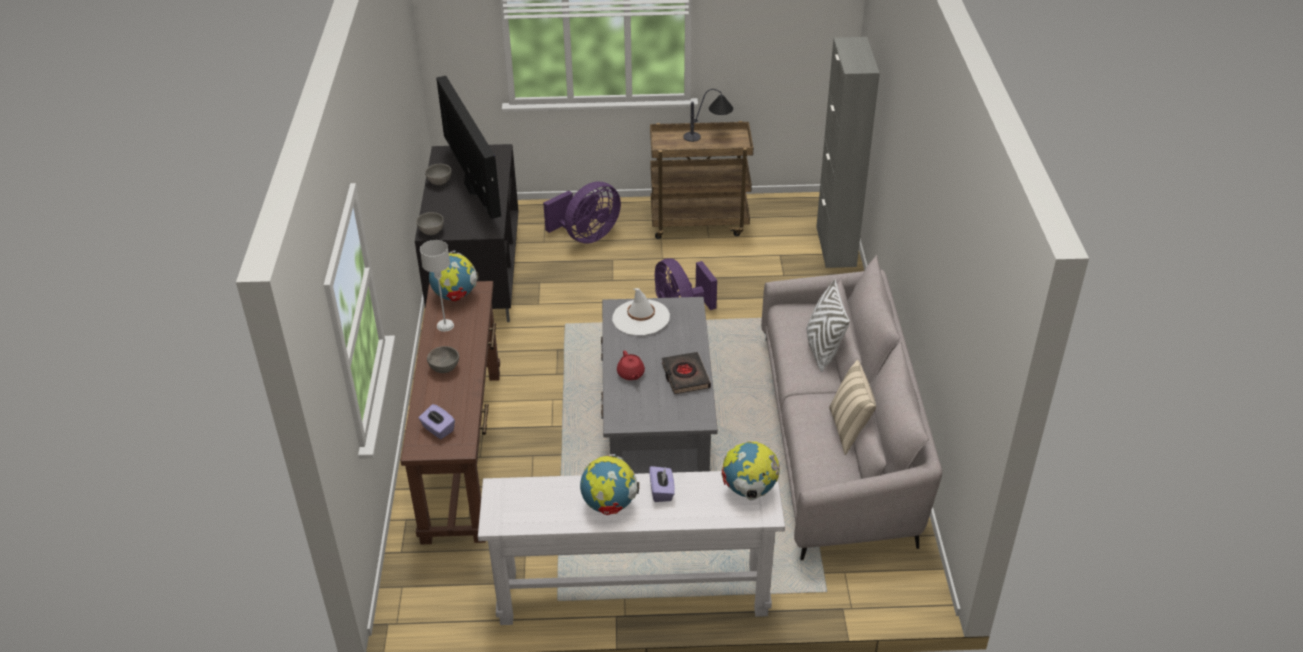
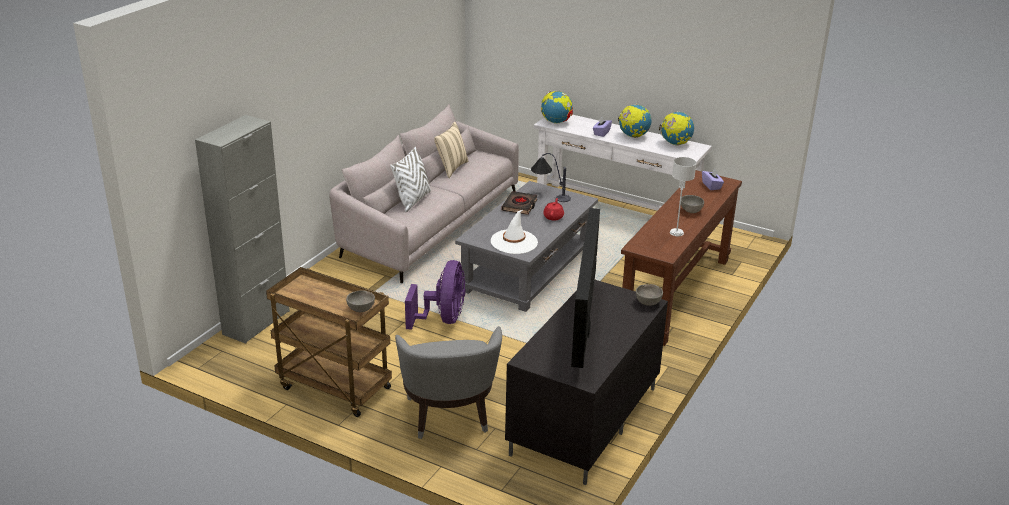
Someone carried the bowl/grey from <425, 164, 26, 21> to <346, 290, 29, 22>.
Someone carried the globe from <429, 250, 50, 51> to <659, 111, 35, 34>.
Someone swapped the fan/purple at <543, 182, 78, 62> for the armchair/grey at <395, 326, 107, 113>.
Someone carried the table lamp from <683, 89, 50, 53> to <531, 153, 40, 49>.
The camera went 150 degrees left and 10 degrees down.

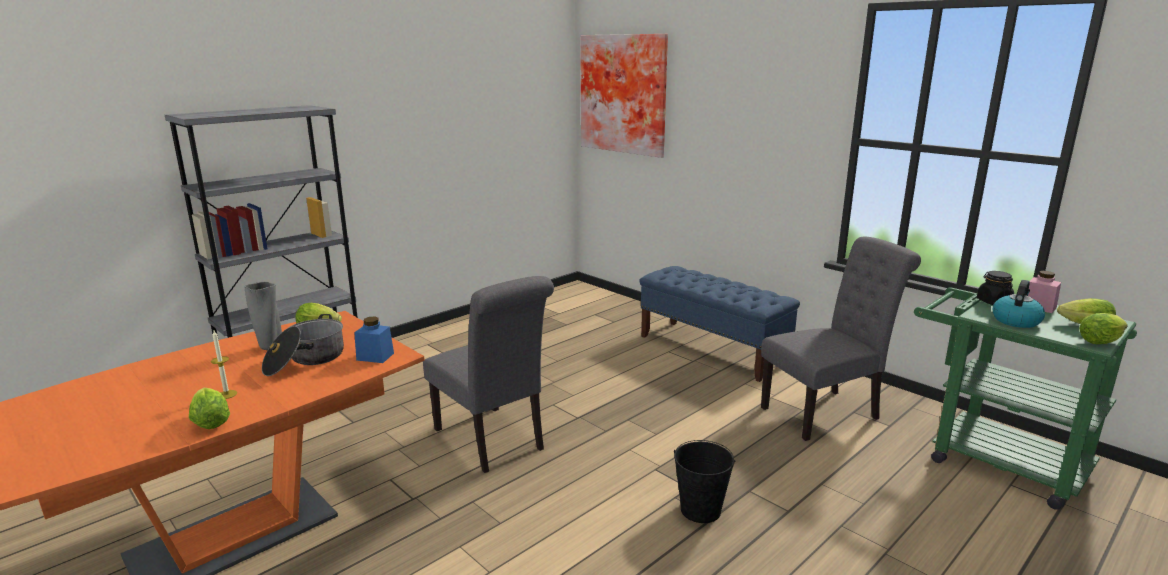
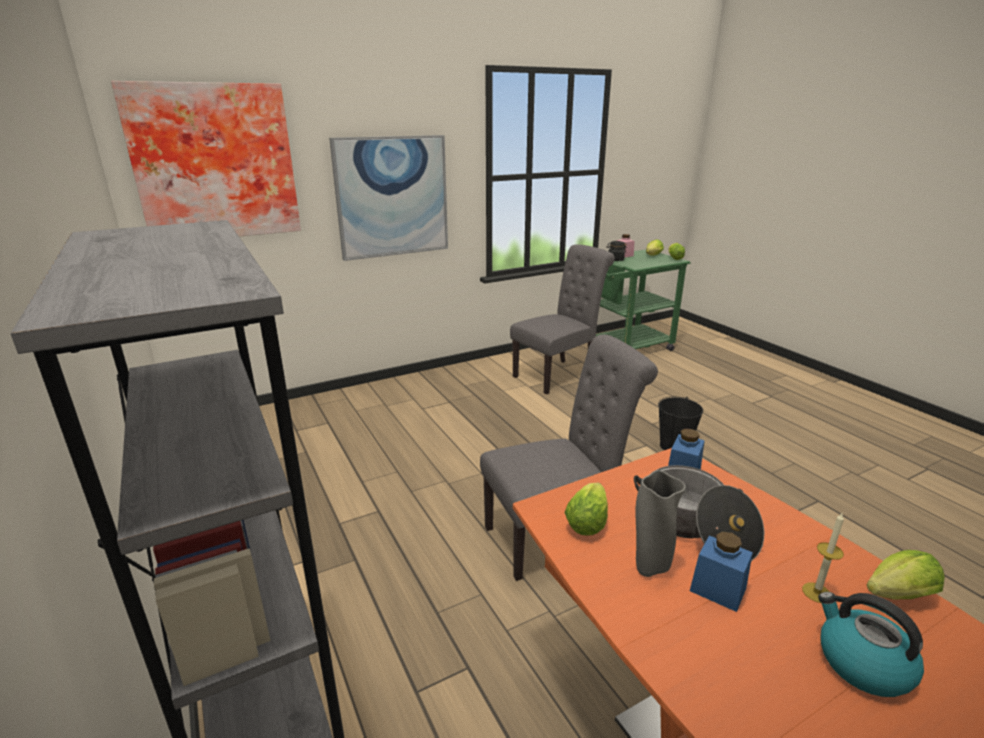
Someone took away the bench/blue at <639, 266, 161, 116>.
Someone rotated the chair/grey at <761, 236, 160, 205> by 60 degrees clockwise.
Someone carried the kettle from <993, 280, 52, 48> to <818, 592, 106, 105>.
Someone put up the picture at <329, 135, 119, 126>.
Someone put down the jar/blue at <690, 531, 63, 81>.
The camera went 75 degrees left and 5 degrees up.

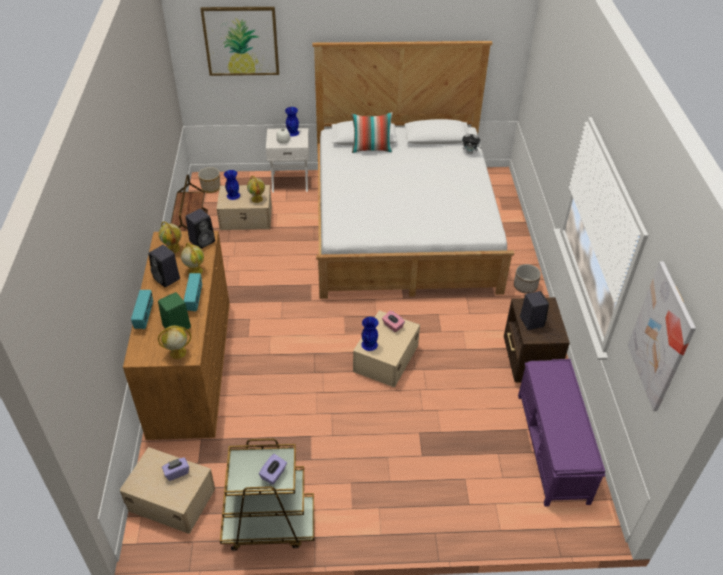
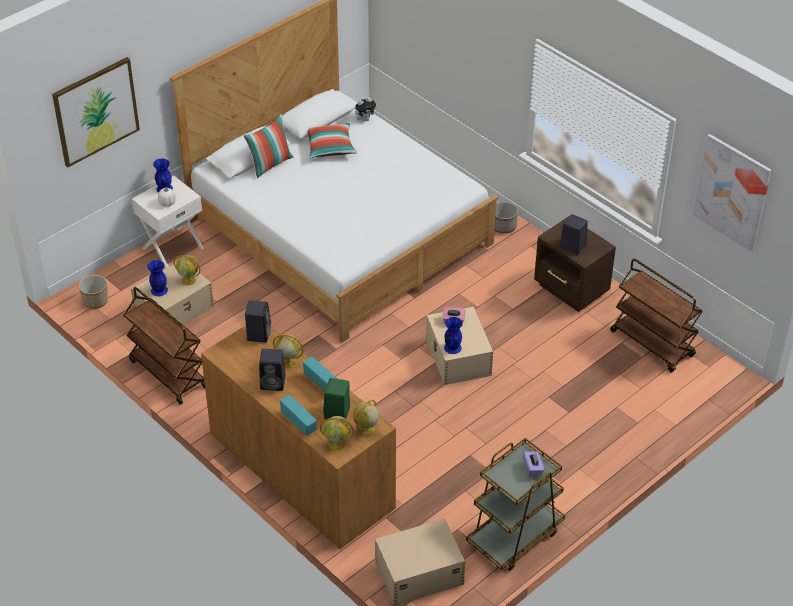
Someone carried the globe from <159, 222, 22, 31> to <320, 416, 34, 35>.
Someone took away the tissue box/purple at <162, 457, 27, 24>.
Someone swapped the bench/purple at <518, 359, 88, 147> for the cart/brown at <610, 259, 93, 114>.
Someone put down the pillow at <307, 123, 51, 35>.
The camera went 40 degrees left and 0 degrees up.

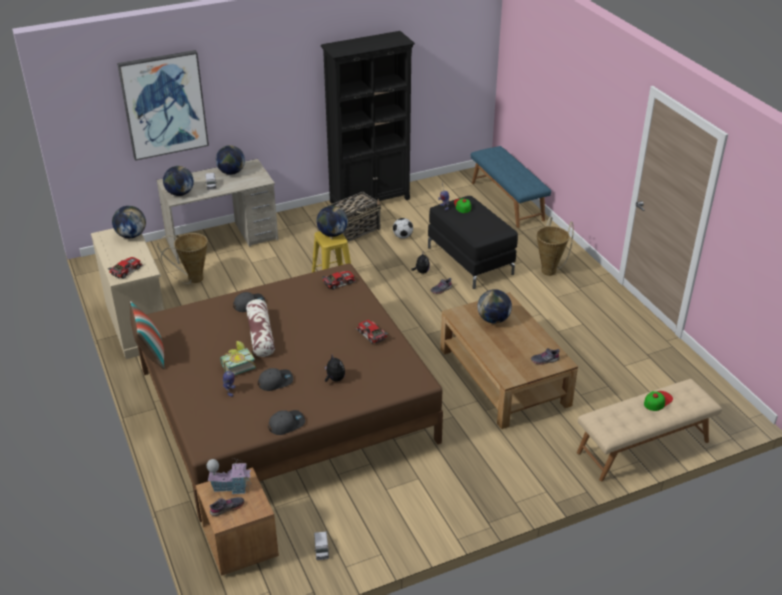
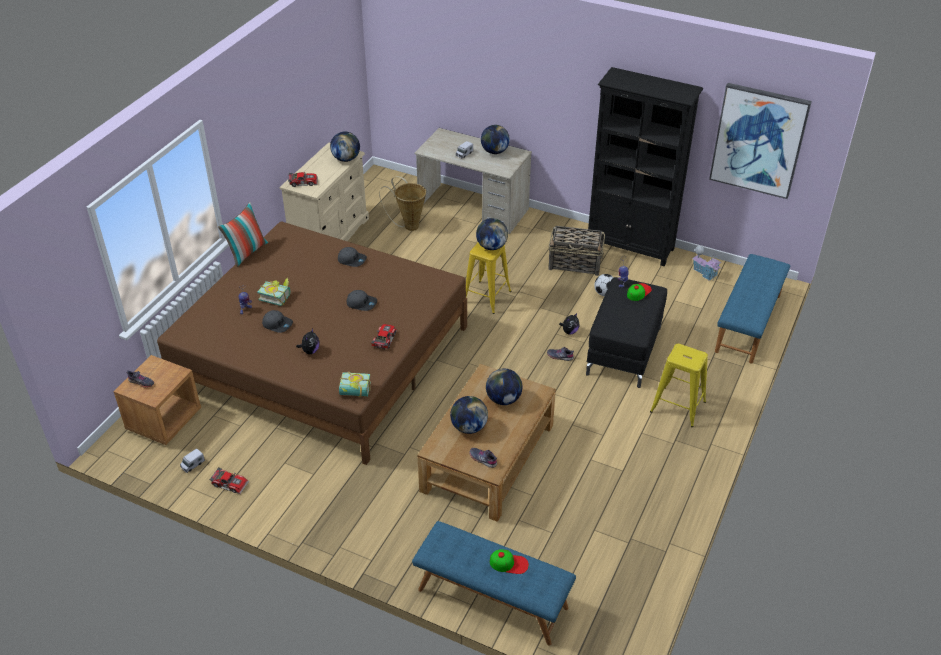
Someone carried the picture from <117, 50, 92, 111> to <709, 83, 103, 116>.
Someone carried the globe from <163, 166, 31, 30> to <450, 396, 38, 38>.
Someone carried the toy house from <207, 458, 44, 36> to <692, 246, 30, 35>.
Someone took away the pillow at <246, 299, 29, 58>.
Someone carried the cap/grey from <268, 410, 37, 25> to <347, 290, 30, 21>.
Someone carried the toy car from <322, 271, 34, 19> to <209, 467, 40, 27>.
Someone swapped the basket at <536, 217, 38, 59> for the stool/yellow at <650, 344, 58, 83>.
Someone repainted the bench/beige at <577, 379, 145, 102>, which became the bench/blue at <412, 521, 164, 125>.
Someone put down the book at <339, 372, 32, 25>.
The camera went 50 degrees right and 5 degrees up.

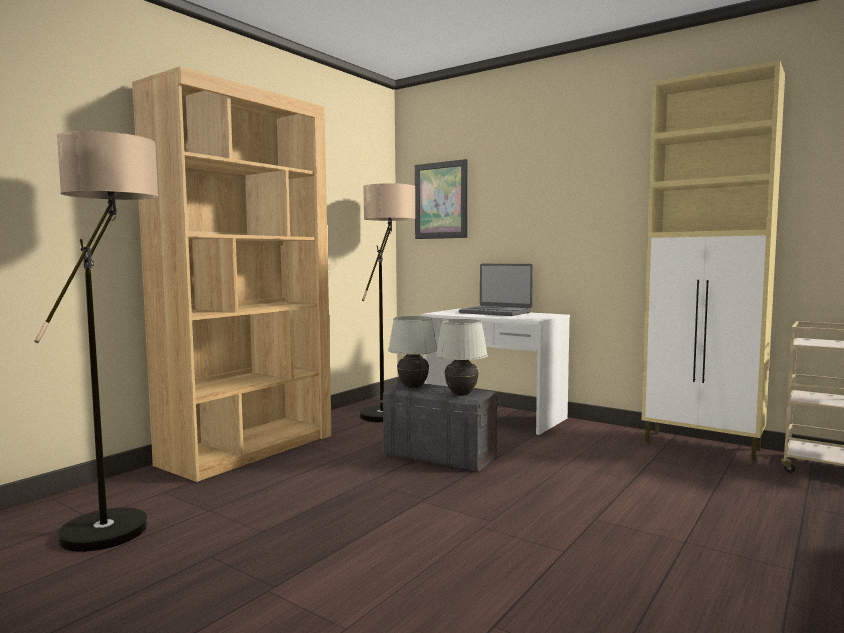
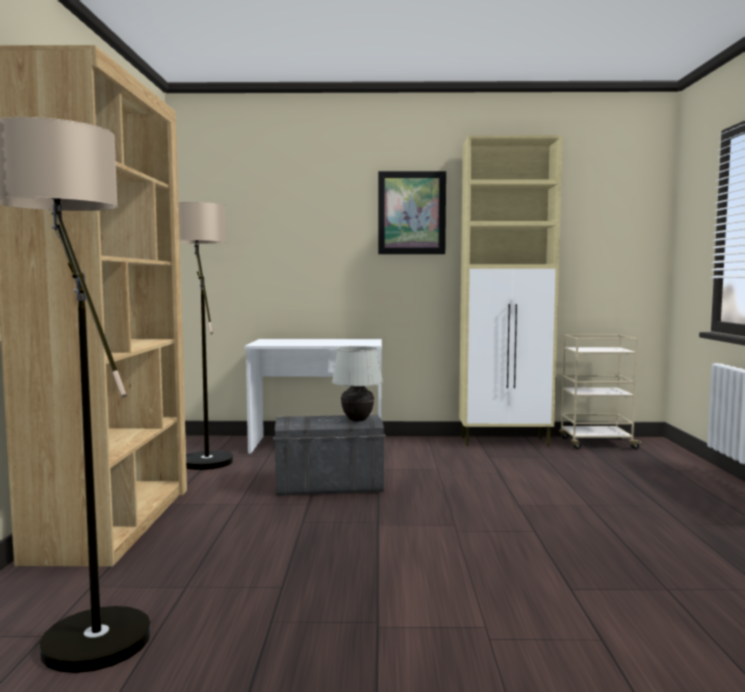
Someone took away the table lamp/white at <388, 316, 49, 72>.
Someone carried the picture from <415, 159, 53, 80> to <378, 171, 68, 83>.
Someone took away the laptop at <459, 264, 74, 52>.
The camera went 35 degrees left and 0 degrees up.

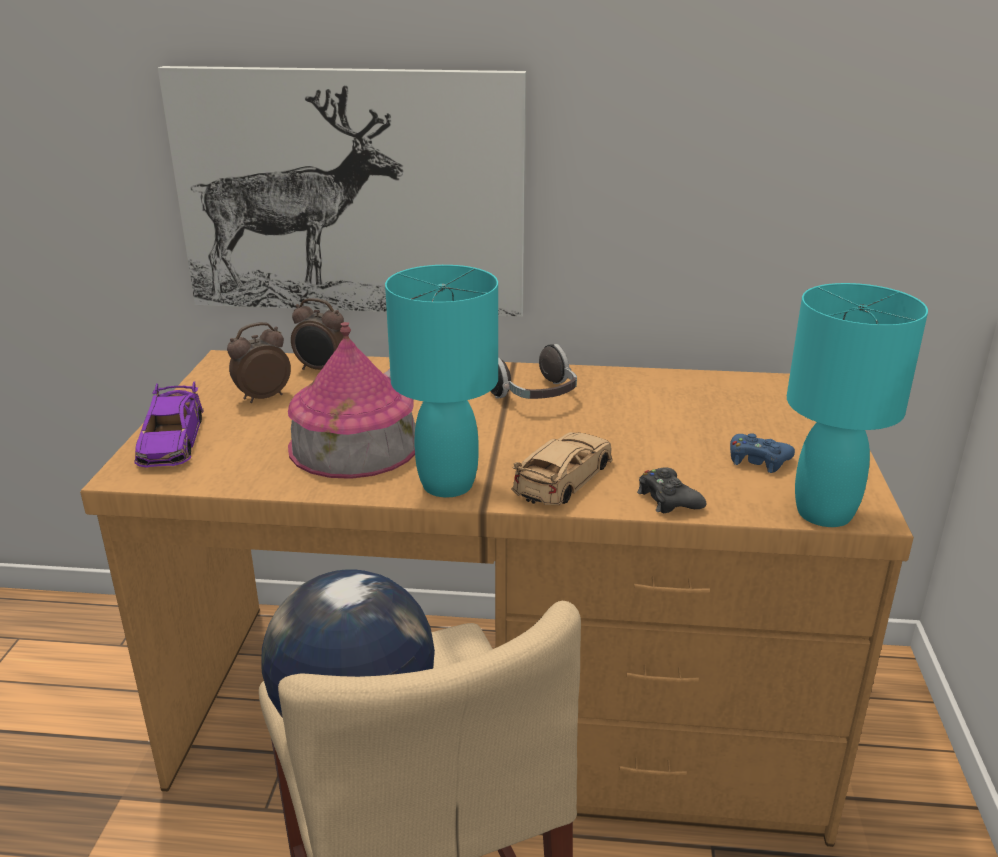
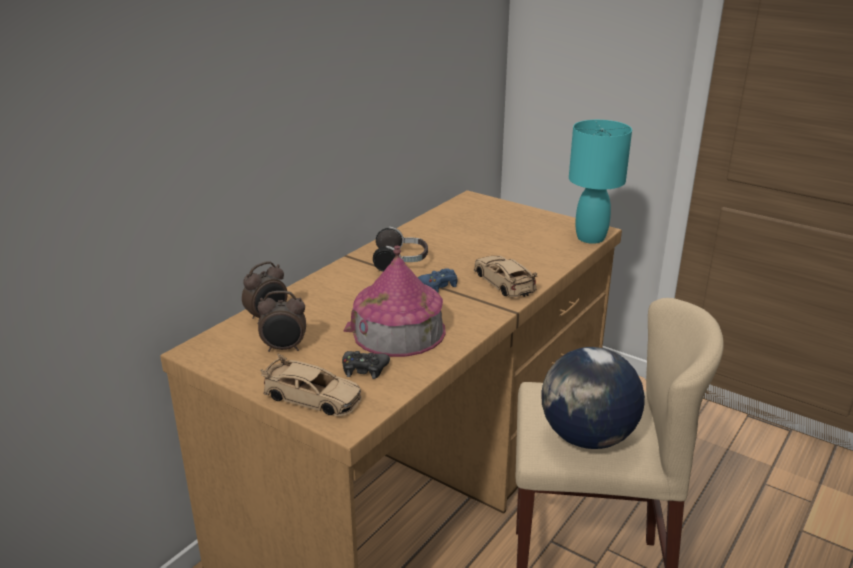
Someone repainted the toy car/purple at <134, 381, 70, 87>, which became the toy car/beige at <260, 354, 102, 62>.
Someone took away the picture at <158, 66, 368, 251>.
Someone rotated the alarm clock at <227, 322, 64, 81> by 90 degrees counterclockwise.
Someone took away the table lamp/turquoise at <385, 265, 113, 232>.
Someone carried the game controller/black from <637, 467, 69, 46> to <342, 351, 48, 28>.
Someone carried the game controller/blue from <730, 433, 65, 40> to <418, 268, 39, 25>.
The camera went 60 degrees left and 0 degrees up.

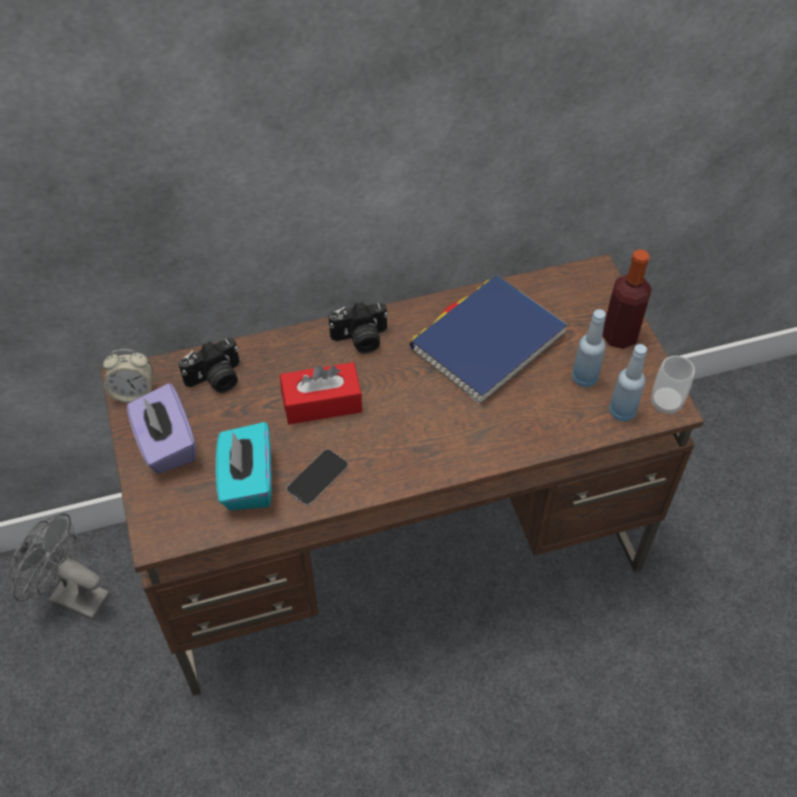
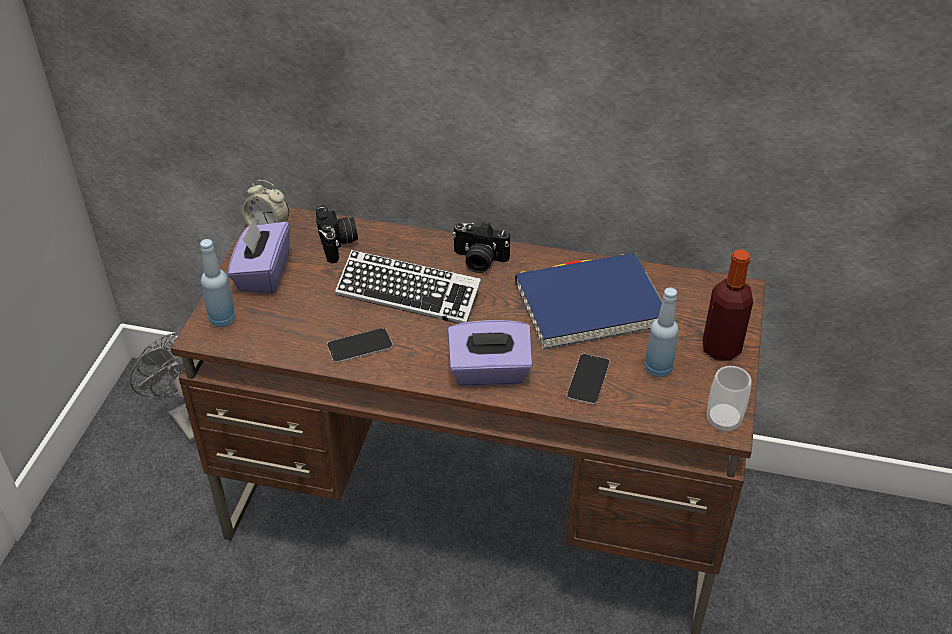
Someone rotated the photo camera at <179, 338, 61, 55> by 105 degrees counterclockwise.
Someone took away the tissue box/turquoise at <216, 422, 56, 88>.
Someone swapped the tissue box/red at <280, 362, 82, 62> for the keyboard at <335, 250, 146, 74>.
Someone carried the bottle/blue from <609, 344, 38, 78> to <200, 239, 36, 89>.
Someone put down the tissue box/purple at <448, 320, 85, 66>.
Someone put down the phone at <567, 354, 43, 51>.
The camera went 30 degrees right and 10 degrees down.

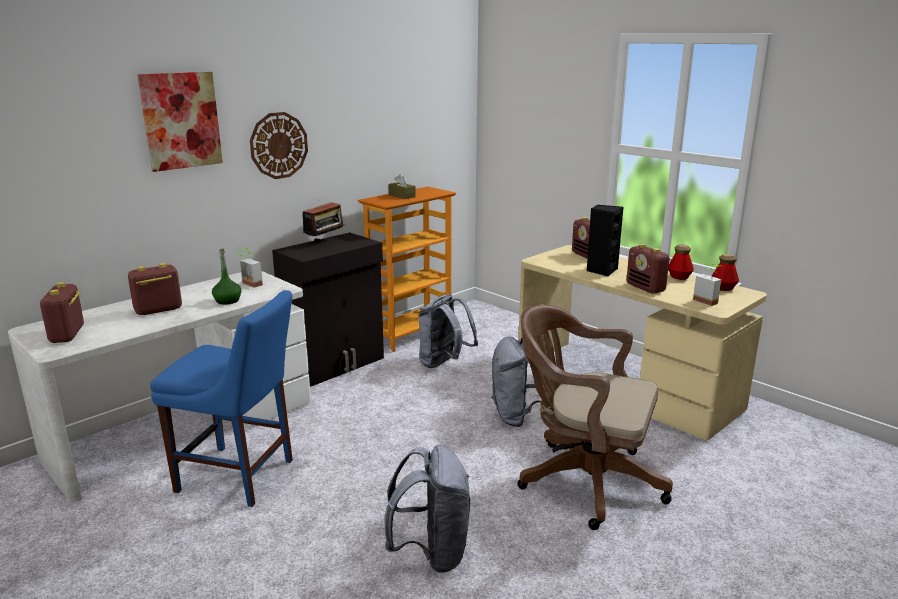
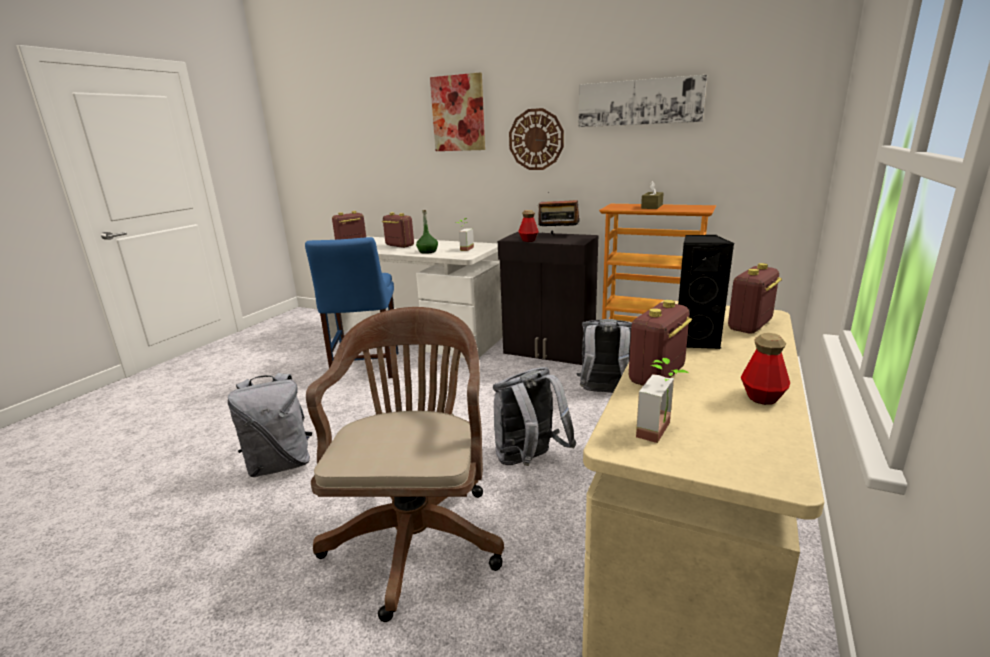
Someone carried the bottle from <711, 254, 28, 37> to <518, 210, 21, 32>.
Someone put up the picture at <579, 75, 128, 52>.
The camera went 70 degrees right and 0 degrees up.

